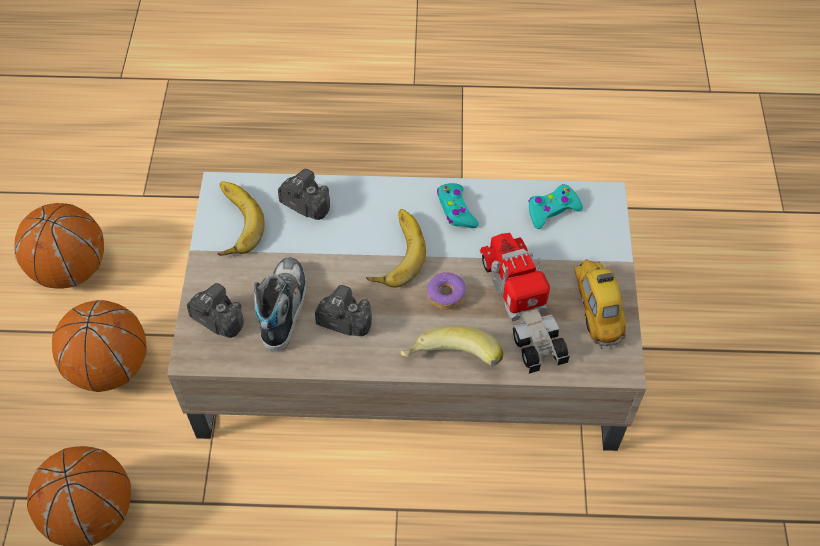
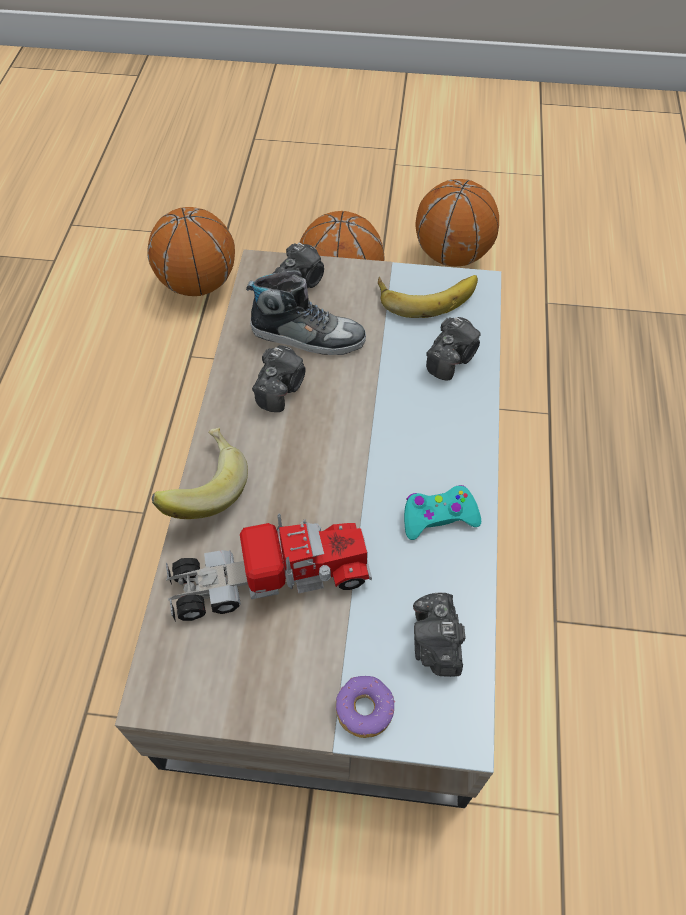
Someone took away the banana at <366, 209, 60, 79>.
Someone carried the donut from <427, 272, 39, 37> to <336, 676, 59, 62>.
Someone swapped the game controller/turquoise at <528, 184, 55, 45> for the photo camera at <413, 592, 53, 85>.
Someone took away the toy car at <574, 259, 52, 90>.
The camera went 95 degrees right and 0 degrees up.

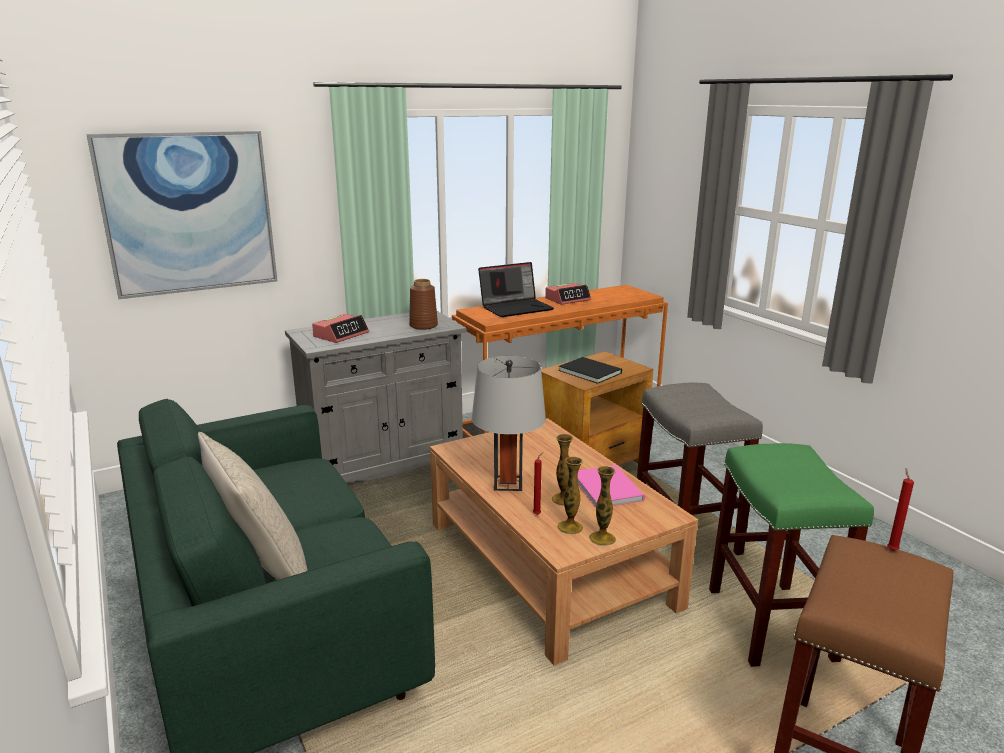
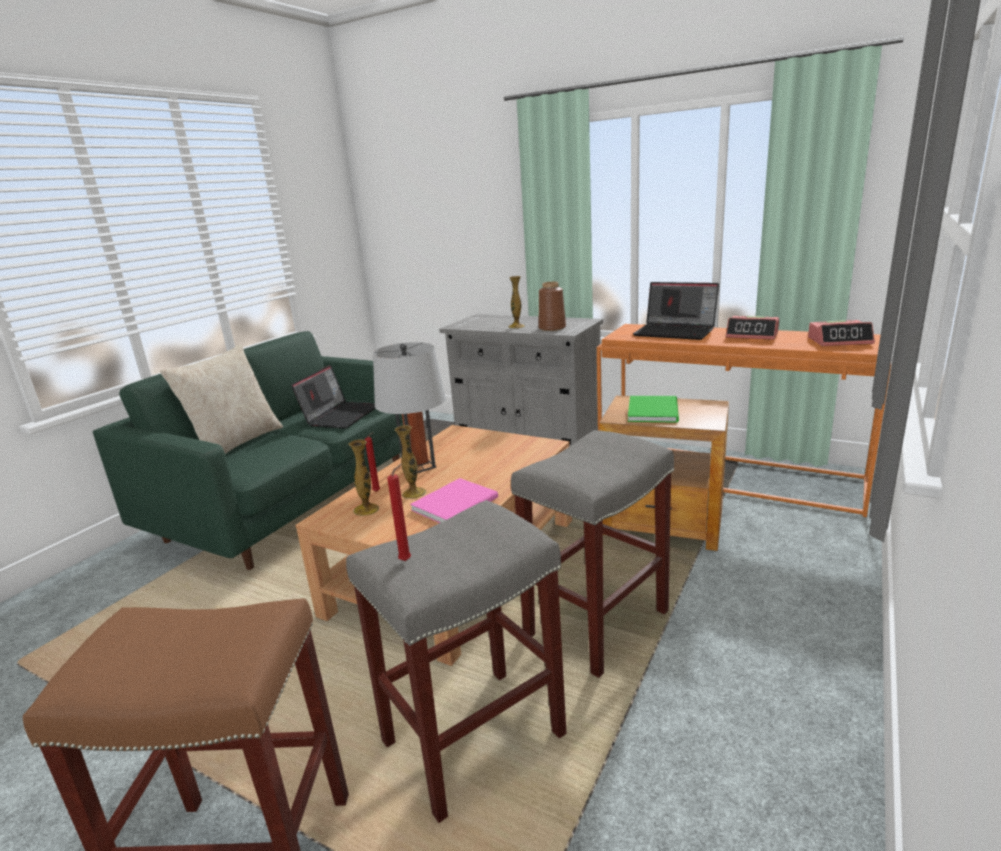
Someone took away the picture at <86, 131, 192, 168>.
Someone carried the alarm clock from <312, 314, 57, 29> to <808, 320, 67, 26>.
Someone repainted the book/black at <559, 357, 63, 27>, which became the book/green at <628, 396, 51, 27>.
Someone carried the vase from <589, 466, 27, 80> to <508, 276, 17, 52>.
Someone repainted the stool/green at <709, 443, 165, 224>, which became the stool/grey at <346, 500, 221, 323>.
Someone carried the candle/red from <887, 468, 27, 83> to <387, 464, 24, 97>.
Someone put down the laptop at <291, 365, 85, 64>.
The camera went 60 degrees right and 0 degrees up.

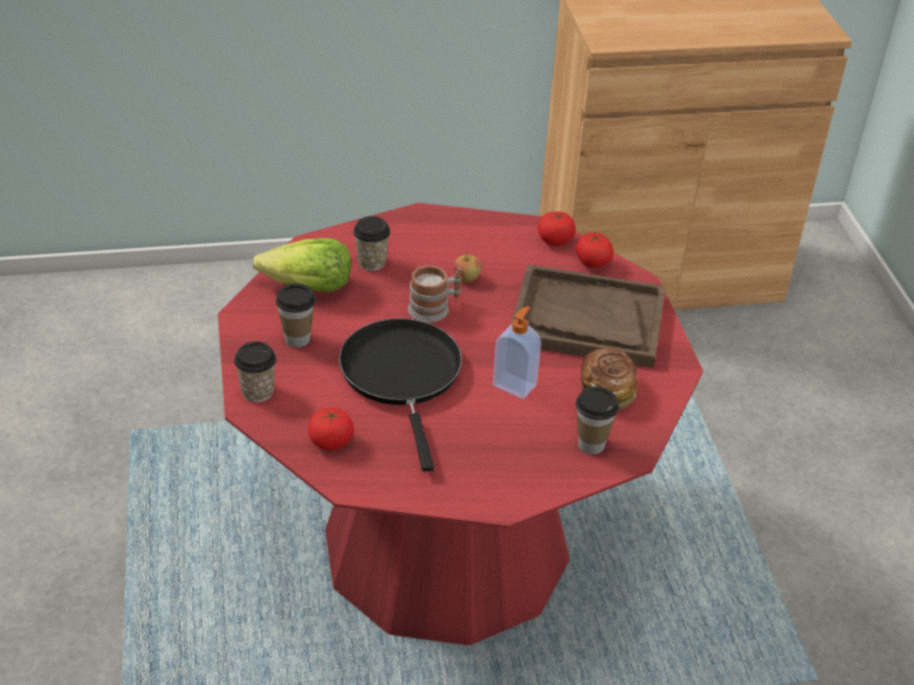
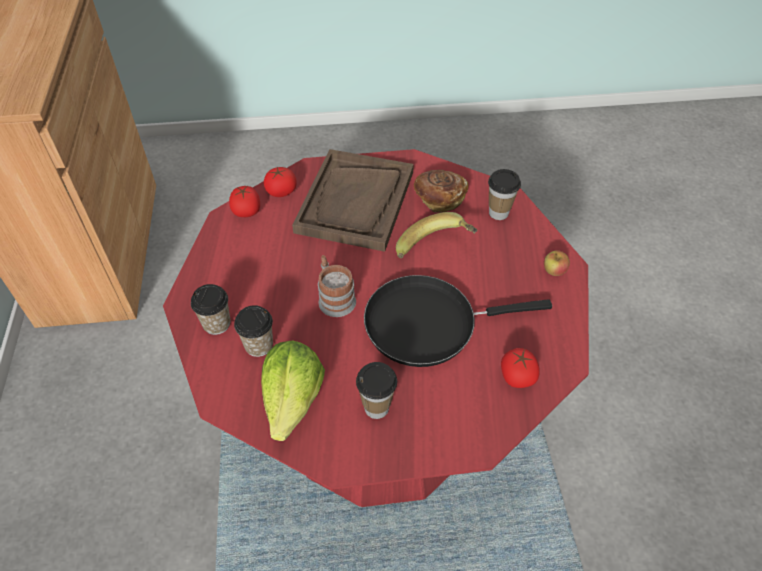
Someone carried the cup from <234, 342, 42, 60> to <191, 284, 40, 51>.
Someone carried the apple from <453, 251, 28, 31> to <544, 250, 26, 26>.
Someone swapped the soap dispenser at <493, 306, 48, 93> for the banana at <396, 212, 82, 46>.
The camera went 85 degrees left and 10 degrees up.

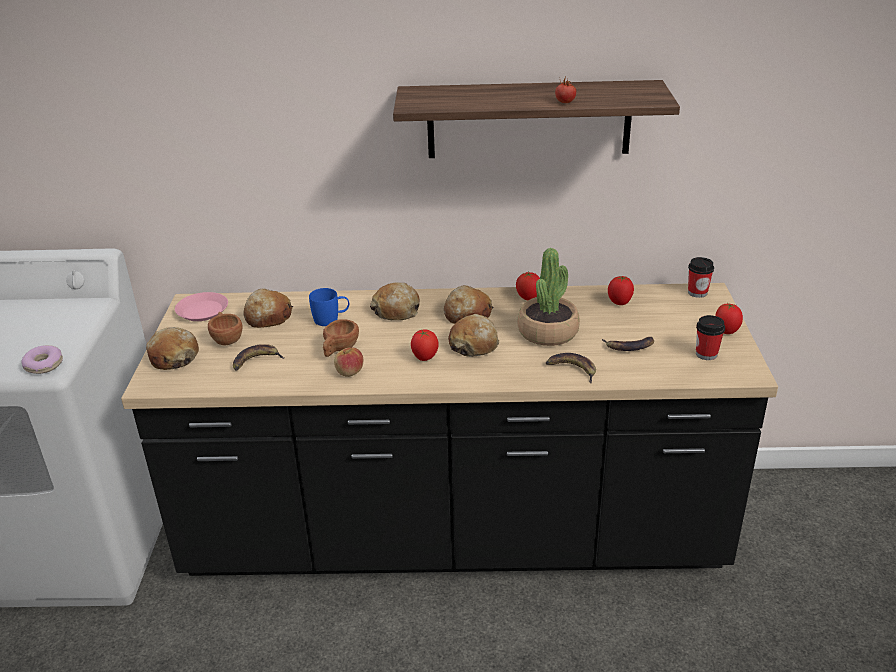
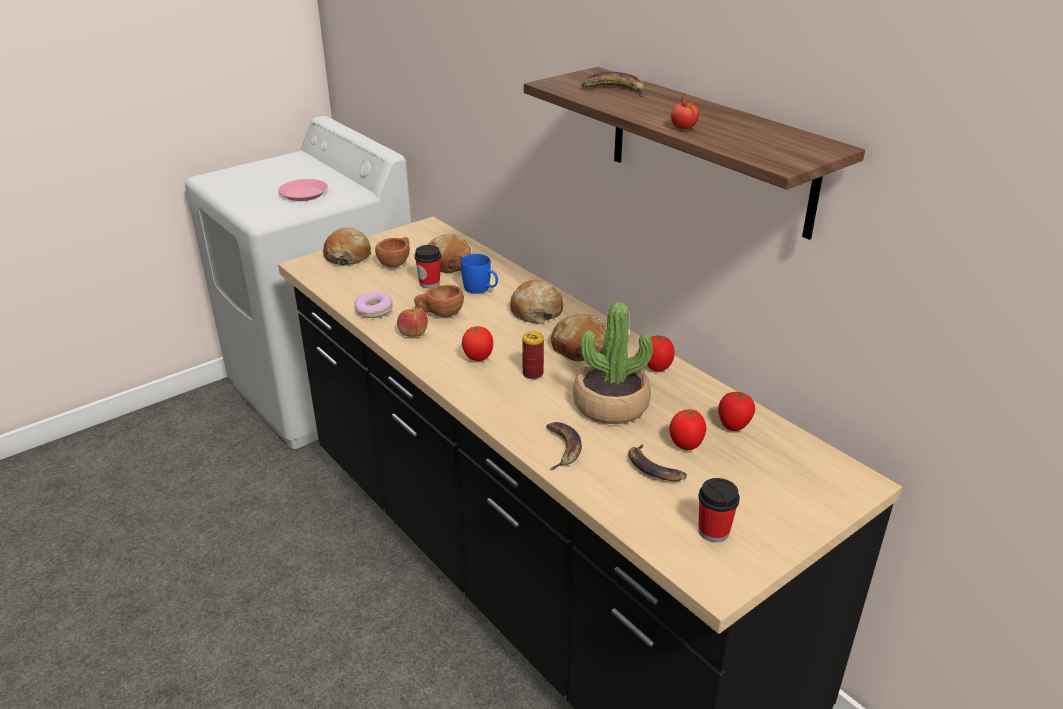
Someone carried the donut from <22, 345, 41, 29> to <354, 292, 39, 26>.
Someone carried the plate/pink from <175, 292, 53, 29> to <278, 179, 50, 22>.
Someone carried the banana from <233, 344, 51, 26> to <581, 72, 63, 25>.
Someone swapped the bread at <448, 314, 51, 43> for the can at <522, 331, 22, 48>.
Someone carried the cup from <688, 257, 26, 41> to <414, 245, 27, 43>.
Someone carried the tomato from <715, 302, 28, 32> to <669, 409, 37, 41>.
The camera went 50 degrees right and 0 degrees up.

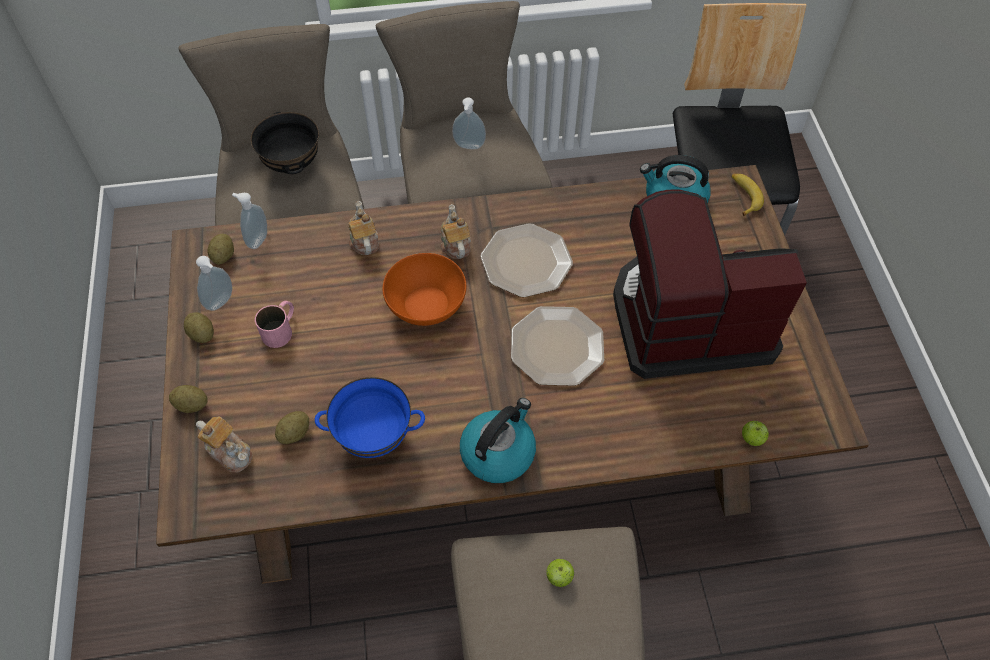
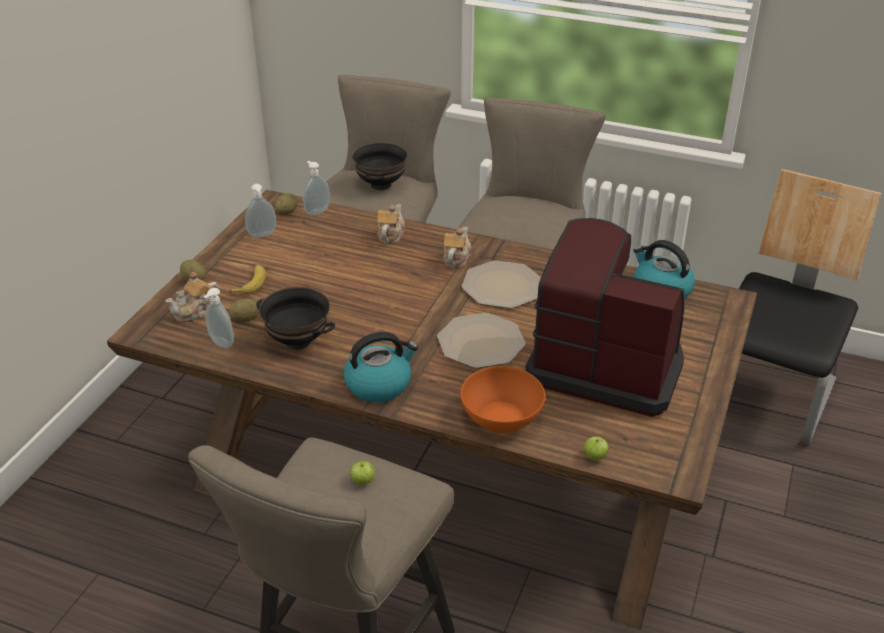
Someone took away the potato at <184, 313, 30, 30>.
Someone rotated the teapot at <196, 416, 56, 57> by 75 degrees clockwise.
Someone took away the mug/pink at <255, 301, 39, 47>.
Someone repainted the bowl/blue at <315, 377, 110, 81>, which became the bowl/black at <256, 287, 79, 63>.
Someone carried the bowl/orange from <383, 253, 83, 73> to <460, 366, 85, 68>.
Someone carried the soap dispenser from <452, 98, 34, 51> to <203, 288, 31, 60>.
Someone carried the banana from <732, 174, 32, 42> to <229, 265, 37, 29>.
The camera went 30 degrees right and 20 degrees down.

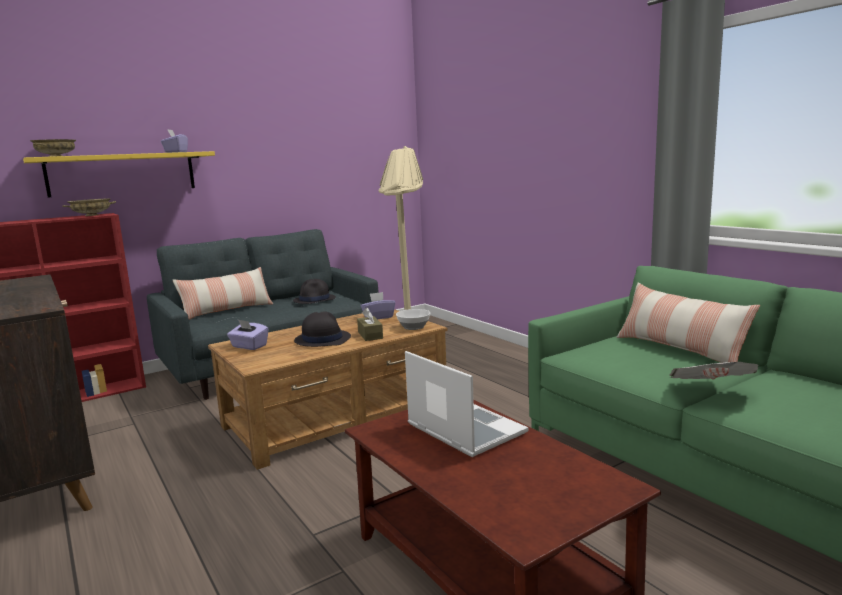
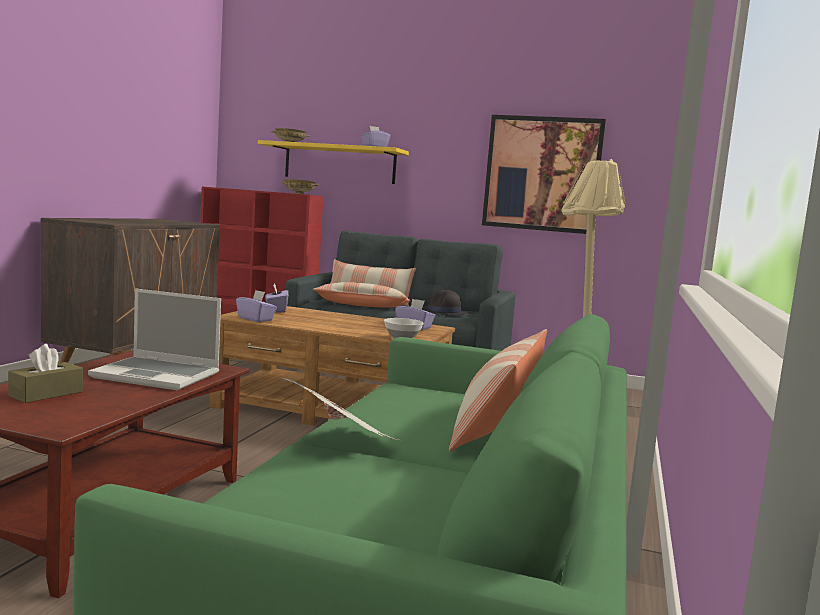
Someone took away the hat/black at <294, 311, 57, 36>.
Someone carried the tissue box/brown from <357, 307, 26, 34> to <8, 344, 75, 59>.
Someone rotated the laptop at <405, 351, 123, 106> by 90 degrees clockwise.
Someone put down the tissue box/purple at <236, 290, 41, 32>.
Someone put down the pillow at <313, 282, 98, 26>.
Someone put up the picture at <482, 115, 124, 119>.
The camera went 50 degrees right and 5 degrees down.

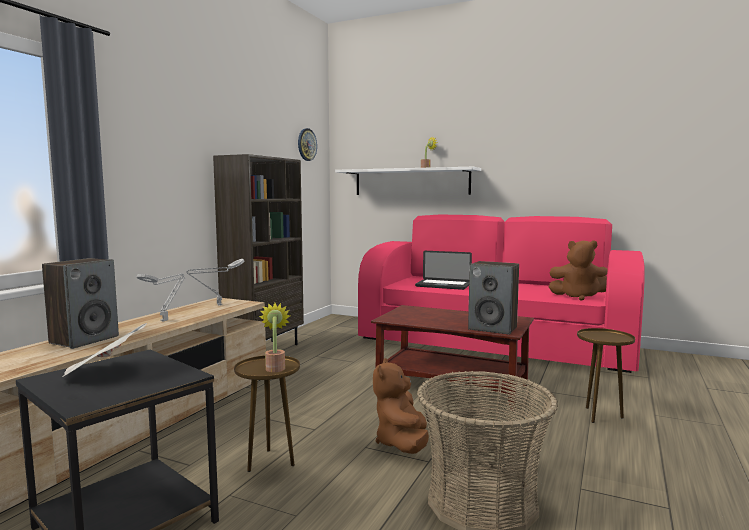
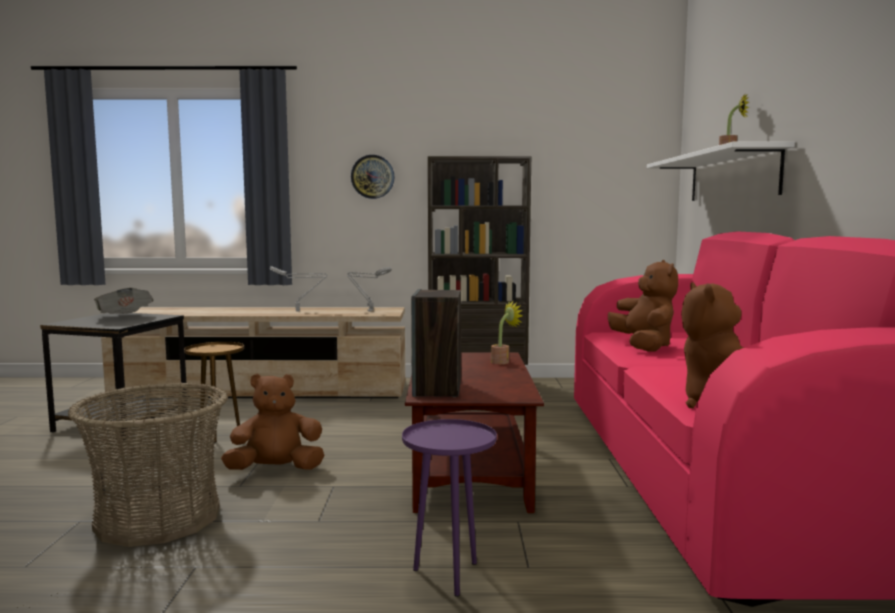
Someone took away the speaker at <42, 258, 77, 91>.
Someone carried the potted plant from <259, 303, 31, 69> to <491, 300, 31, 64>.
Someone carried the wall clock from <298, 128, 19, 33> to <351, 155, 43, 44>.
Someone swapped the laptop at <415, 251, 57, 39> for the plush toy/brown at <608, 260, 70, 92>.
Someone repainted the side table/brown at <577, 328, 58, 95>, which became the side table/purple at <402, 419, 95, 178>.
The camera went 65 degrees right and 0 degrees up.

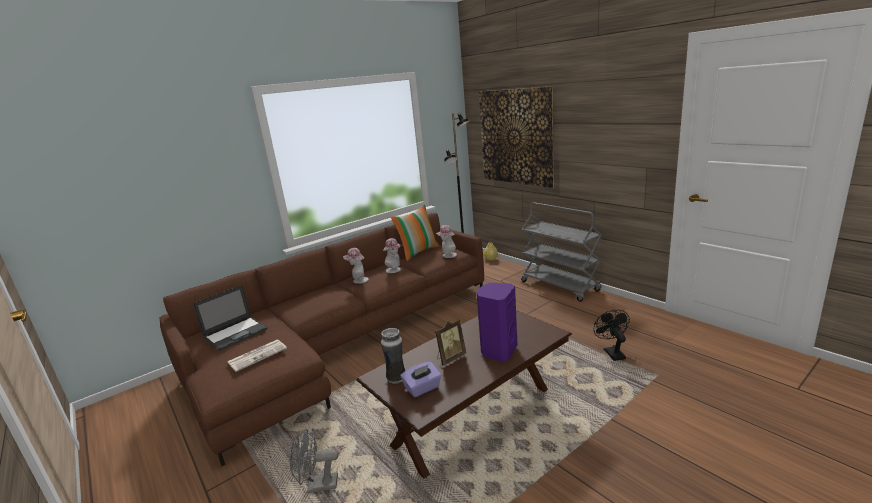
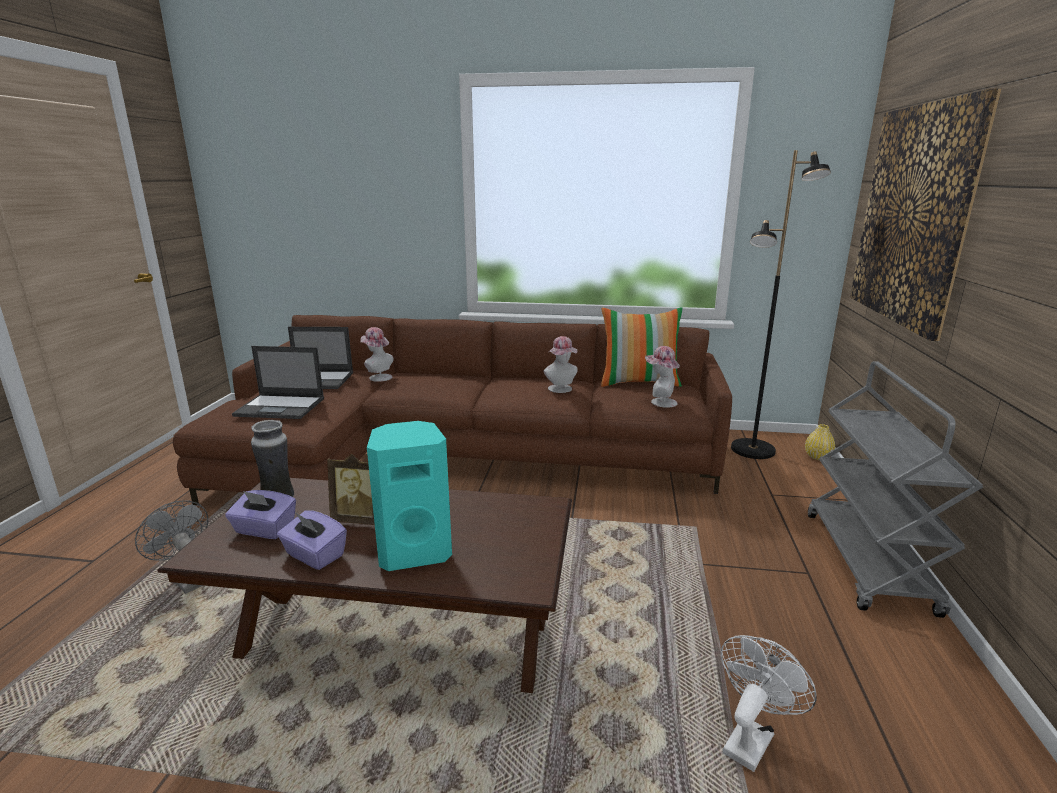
Someone swapped the newspaper at <227, 340, 60, 32> for the laptop at <232, 346, 92, 73>.
Someone carried the hat from <343, 248, 26, 36> to <360, 327, 34, 55>.
Someone repainted the speaker/purple at <477, 283, 40, 79>, which became the speaker/turquoise at <367, 421, 85, 150>.
Someone repainted the fan/black at <593, 309, 37, 52>, which became the fan/white at <721, 635, 96, 137>.
Someone put down the tissue box/purple at <277, 510, 70, 60>.
The camera went 45 degrees right and 0 degrees up.

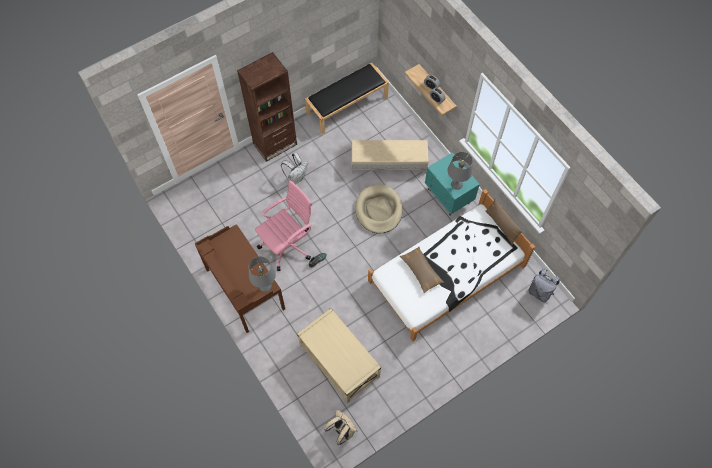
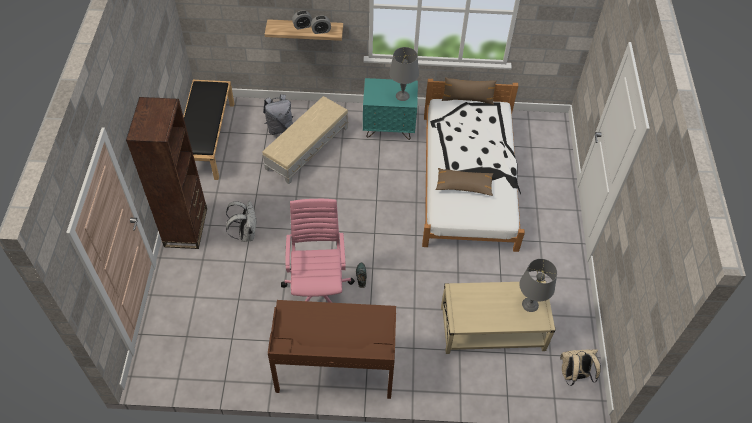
Someone carried the table lamp/grey from <249, 256, 27, 36> to <519, 259, 38, 53>.
Someone took away the dog bed/beige at <355, 184, 48, 49>.
Someone carried the backpack/grey from <528, 269, 32, 33> to <263, 94, 30, 41>.
The camera went 55 degrees left and 10 degrees down.

